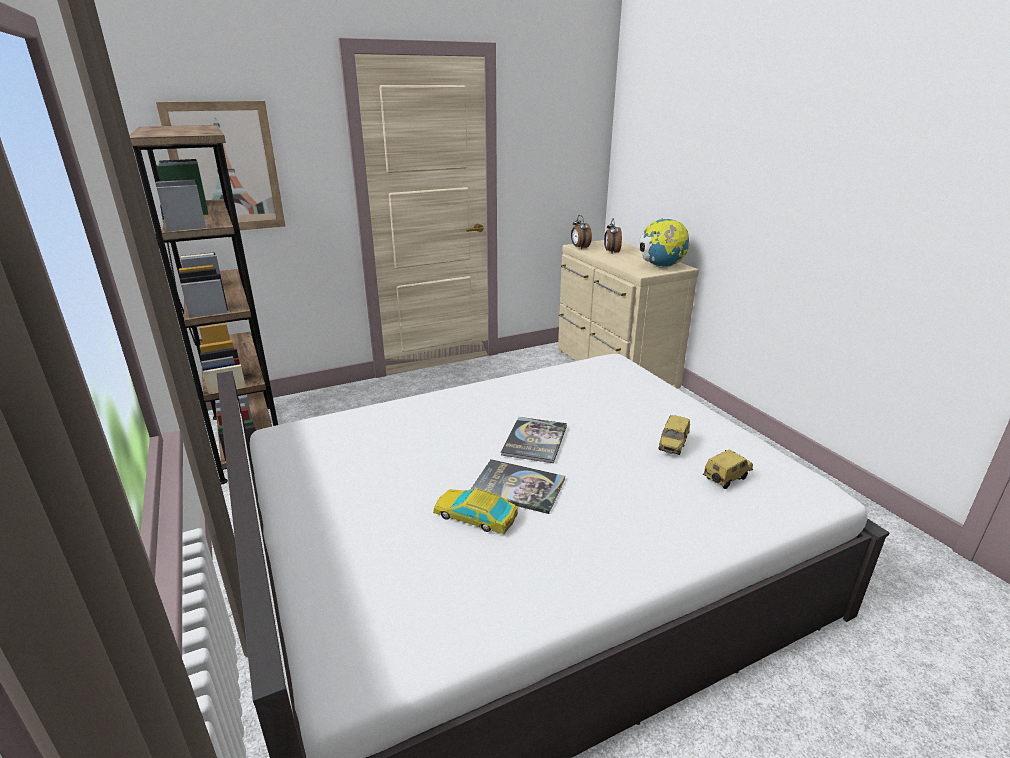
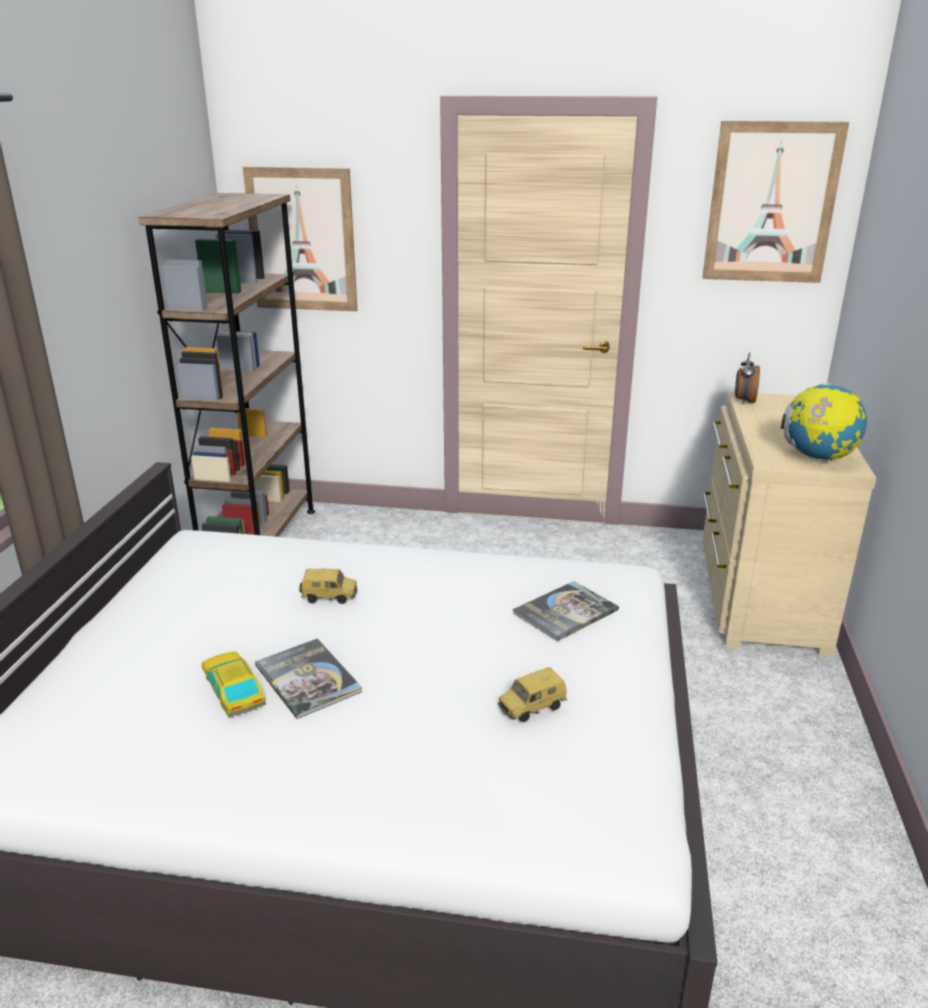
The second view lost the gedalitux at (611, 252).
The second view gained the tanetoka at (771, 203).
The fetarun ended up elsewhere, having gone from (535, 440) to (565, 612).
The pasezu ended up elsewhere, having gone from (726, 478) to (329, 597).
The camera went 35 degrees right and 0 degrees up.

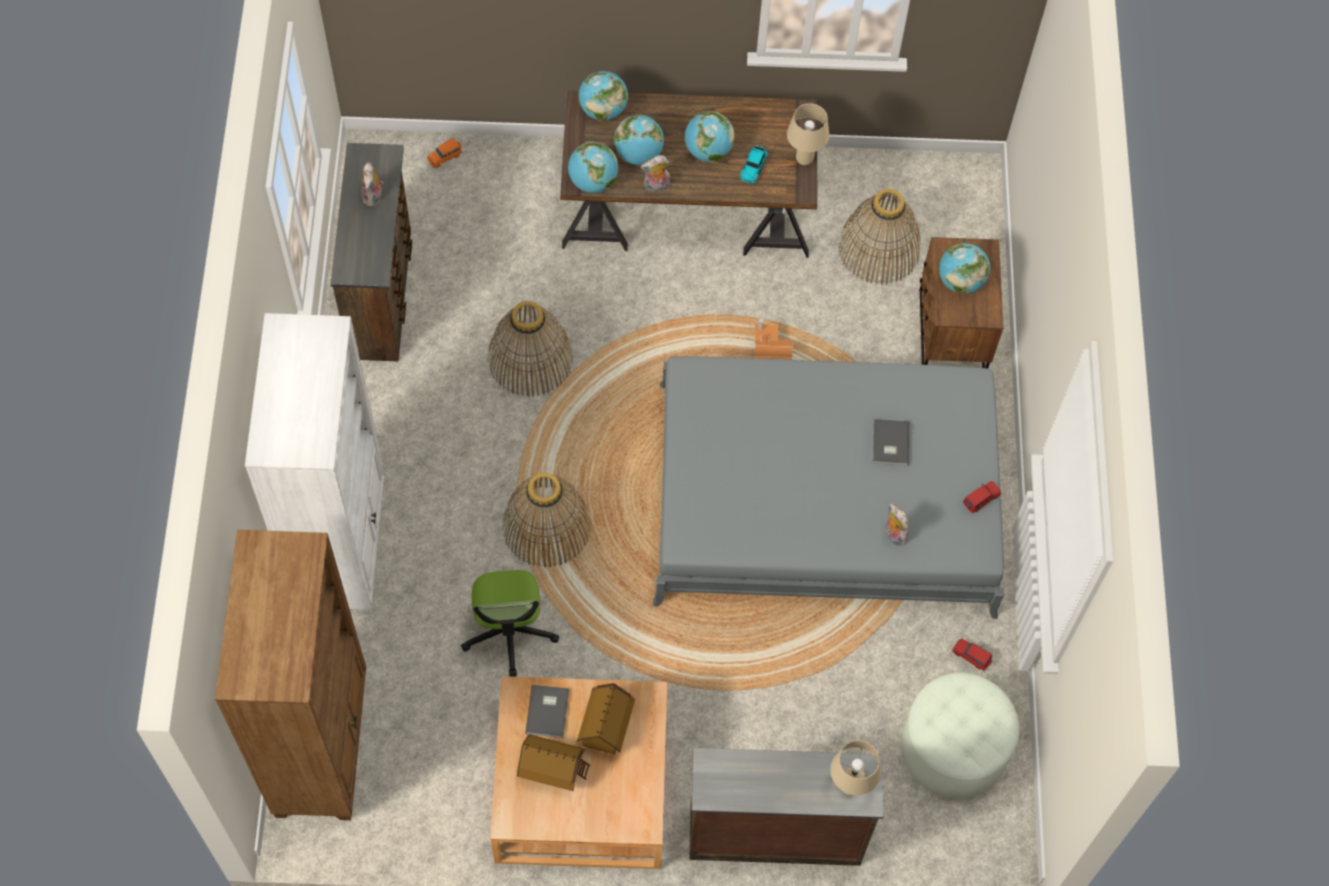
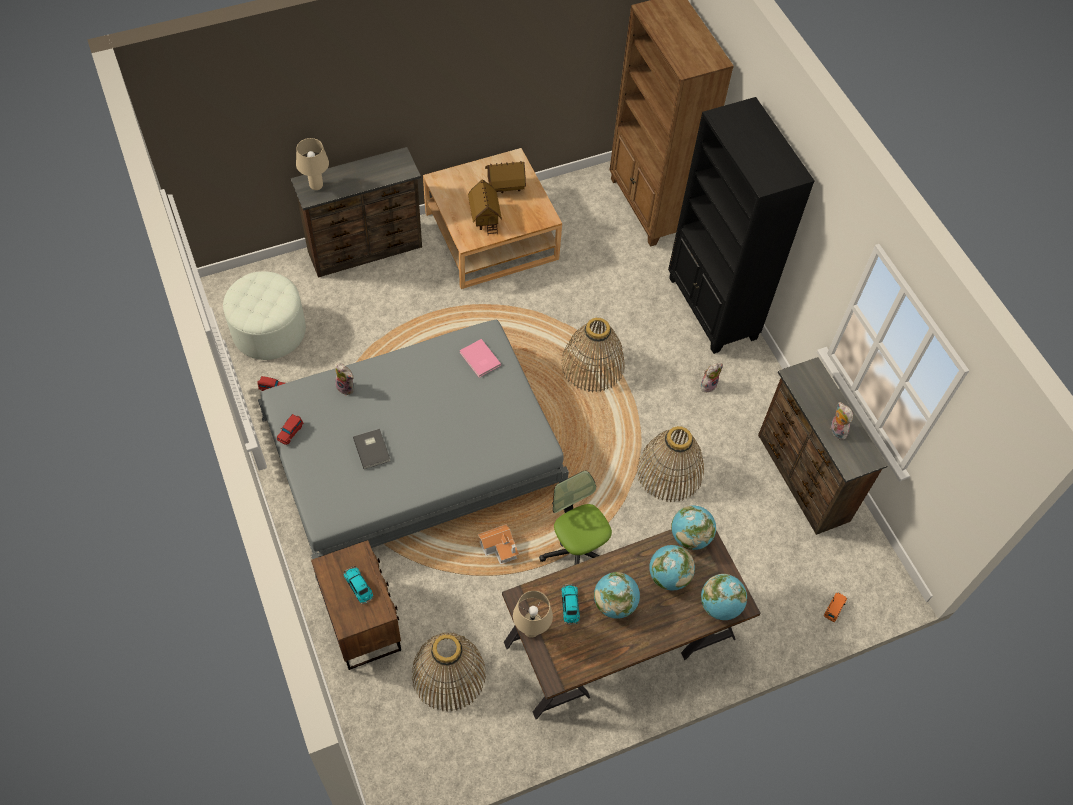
The second view lost the fetarun (grey) at (549, 711).
The second view gained the fetarun (pink) at (479, 359).
The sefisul ended up elsewhere, having gone from (509, 632) to (576, 551).
The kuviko ended up elsewhere, having gone from (656, 186) to (708, 384).
Where the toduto stood at (960, 281), the pasezu came to stand at (359, 586).
What was the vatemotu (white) at (343, 545) turned into the vatemotu (black) at (712, 309).
The camera went 155 degrees right and 5 degrees down.

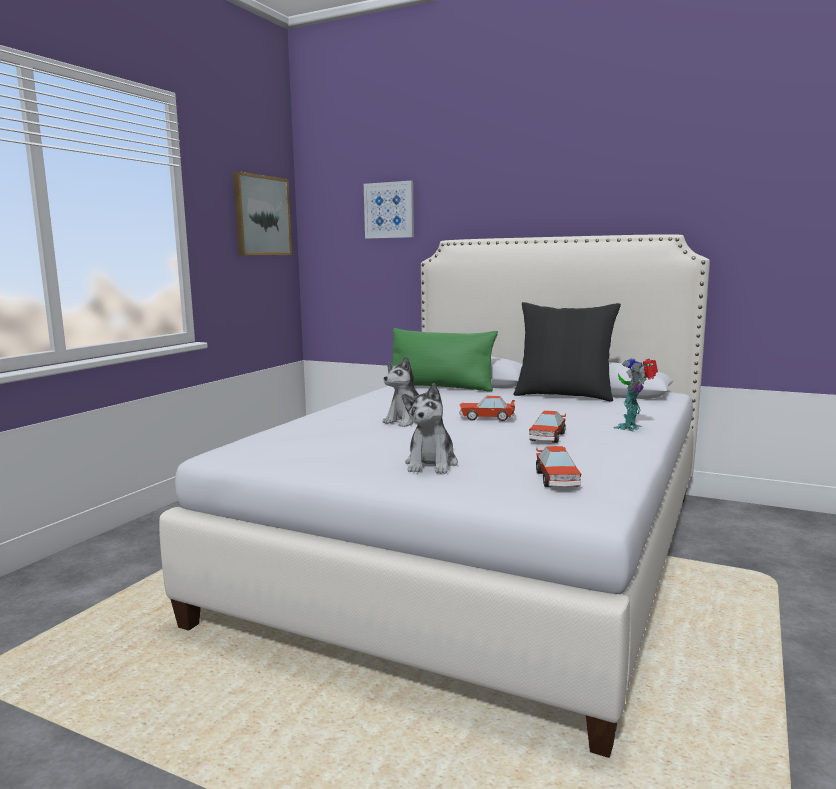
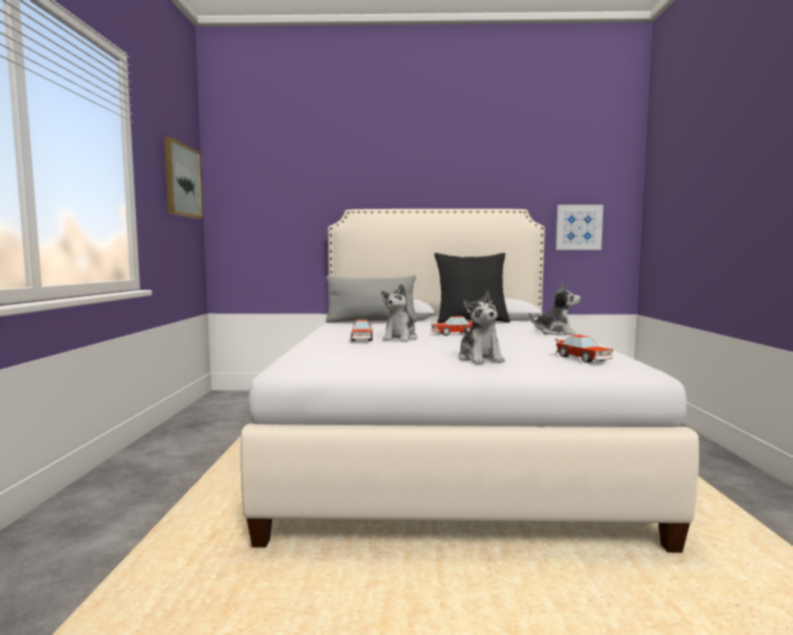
The tanetoka ended up elsewhere, having gone from (389, 210) to (578, 227).
The pasezu ended up elsewhere, having gone from (547, 437) to (362, 339).
Where the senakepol stood at (631, 427), the kuviko came to stand at (555, 333).
What was the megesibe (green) at (440, 387) turned into the megesibe (grey) at (371, 321).
The camera went 25 degrees left and 5 degrees down.

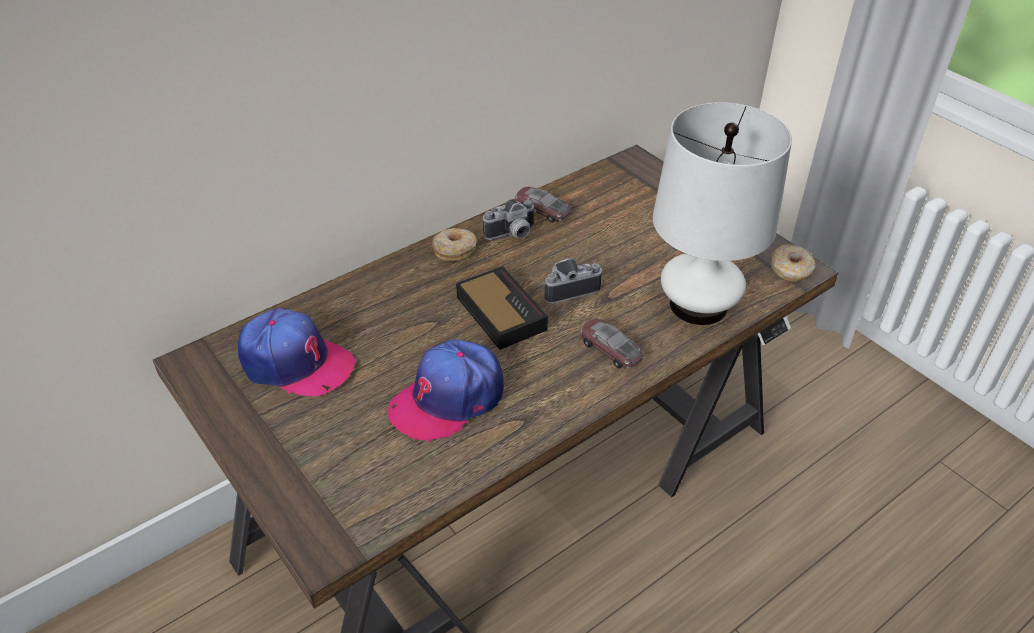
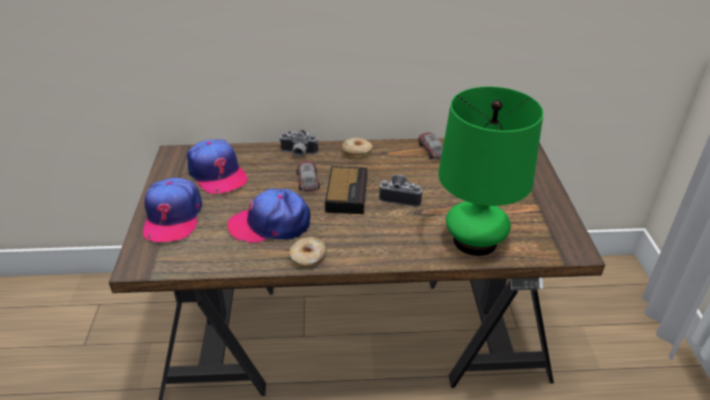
The second view gained the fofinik at (173, 217).
The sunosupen ended up elsewhere, having gone from (512, 235) to (298, 153).
The pasezu ended up elsewhere, having gone from (610, 349) to (308, 180).
The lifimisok ended up elsewhere, having gone from (791, 269) to (308, 257).
What was the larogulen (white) at (698, 305) turned into the larogulen (green) at (474, 241).
The camera went 35 degrees right and 5 degrees down.

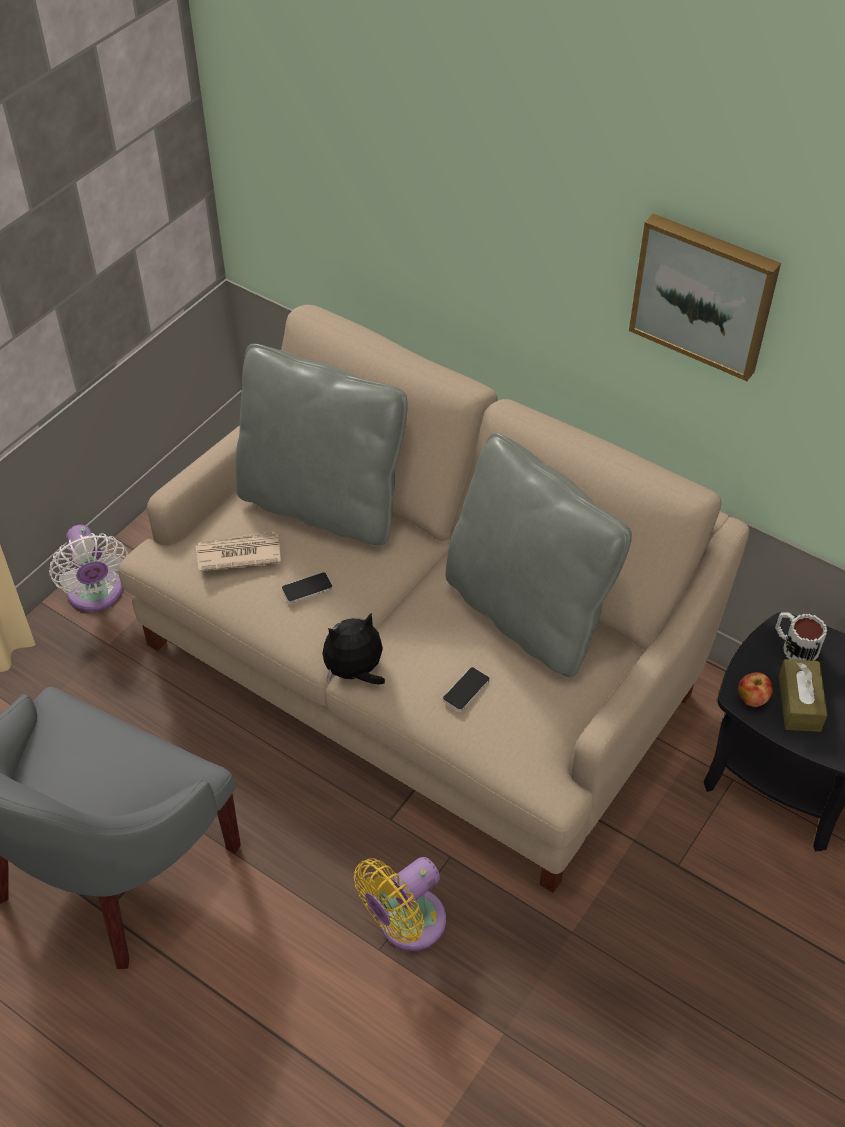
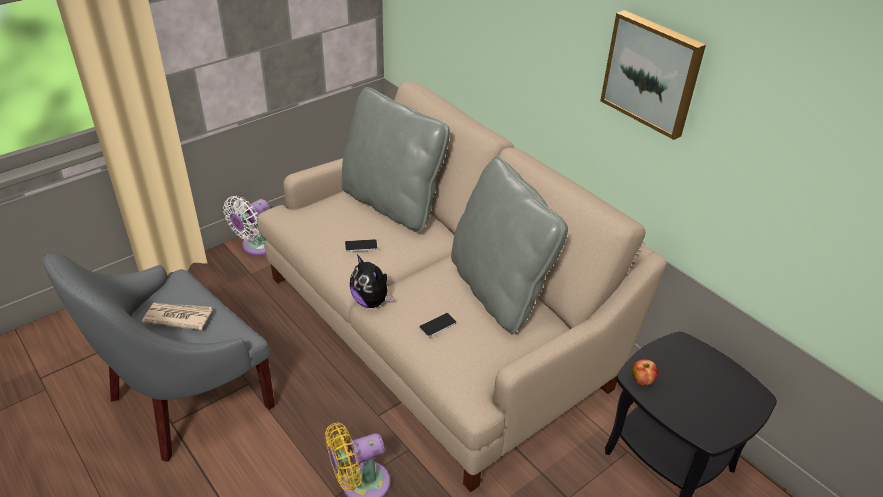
The second view lost the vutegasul at (794, 646).
The second view lost the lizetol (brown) at (799, 703).
The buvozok ended up elsewhere, having gone from (238, 554) to (178, 317).
The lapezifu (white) at (96, 595) ended up facing another way, 45 degrees clockwise from before.
The kuviko at (355, 672) ended up facing another way, 120 degrees counterclockwise from before.
The camera went 15 degrees right and 10 degrees down.

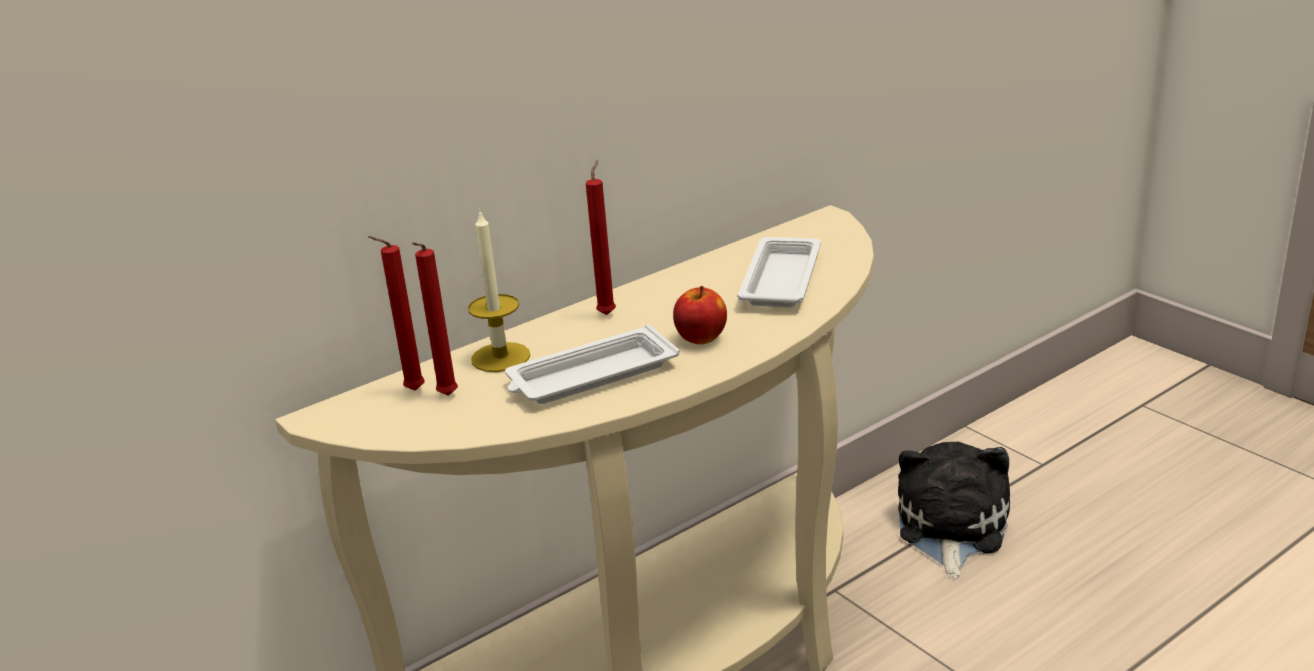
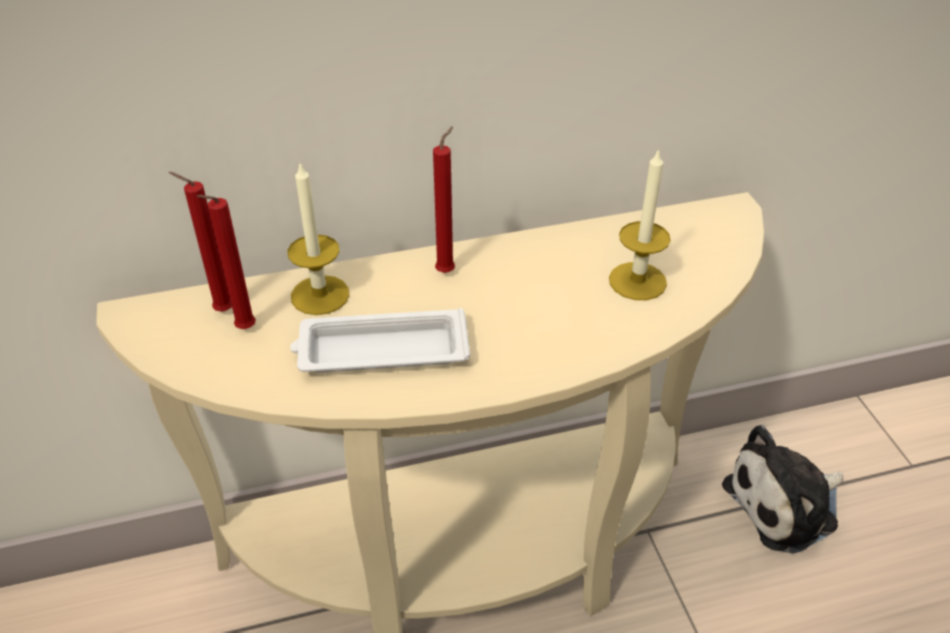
The second view lost the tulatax at (701, 338).
Where the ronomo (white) stood at (781, 279), the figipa came to stand at (637, 281).
The kuviko at (950, 528) ended up facing another way, 150 degrees counterclockwise from before.
The camera went 20 degrees right and 15 degrees up.

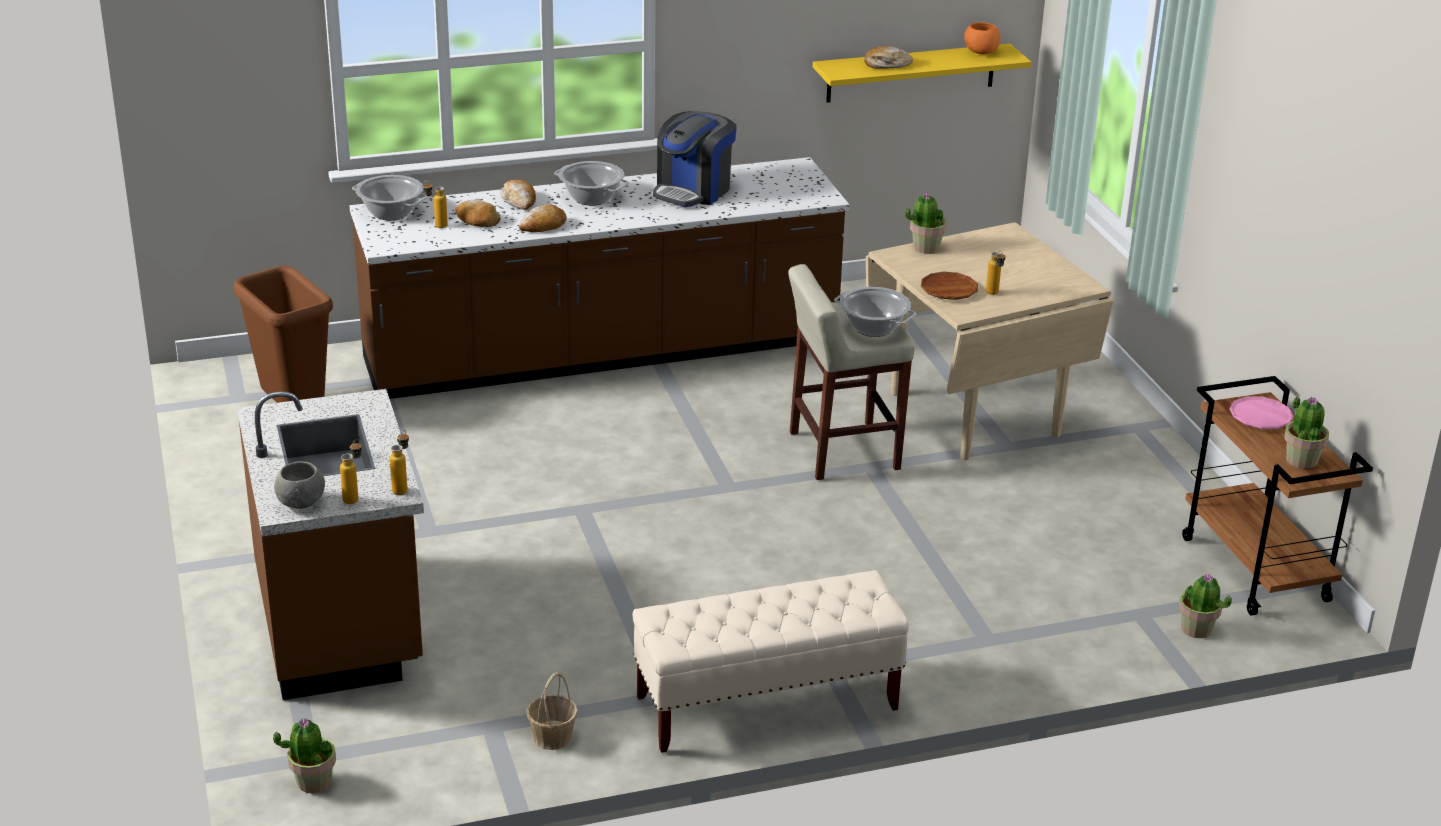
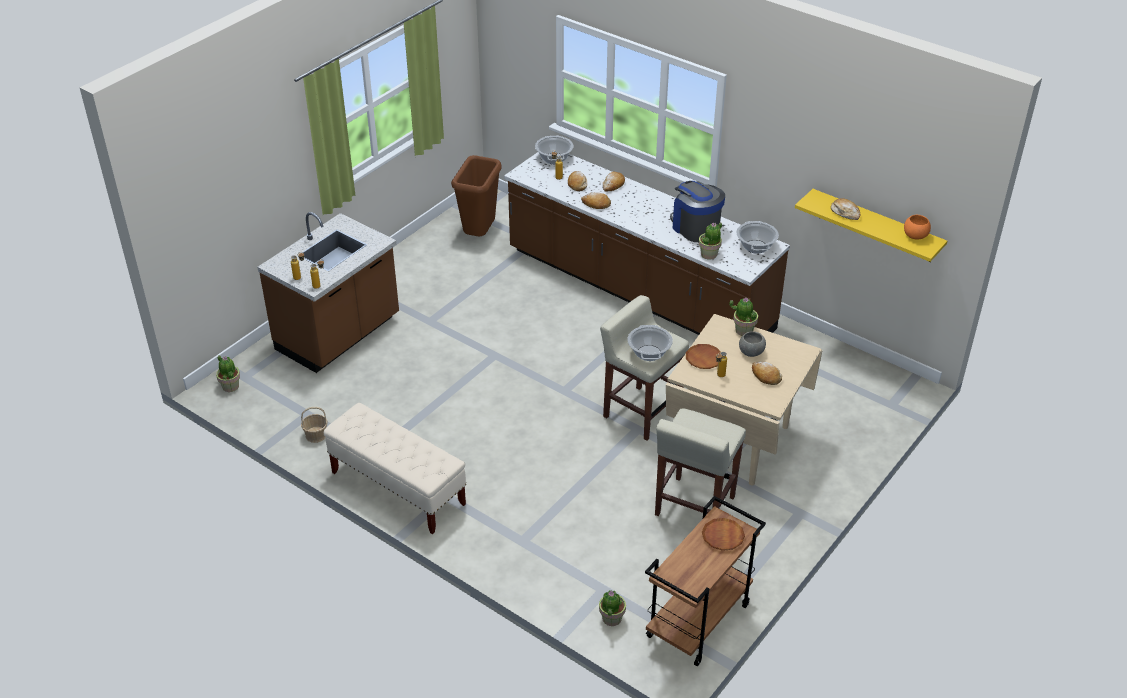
The second view gained the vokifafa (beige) at (694, 507).
The second view gained the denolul at (765, 376).
The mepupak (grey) ended up elsewhere, having gone from (302, 502) to (751, 352).
The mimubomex ended up elsewhere, having gone from (592, 198) to (756, 247).
The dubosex ended up elsewhere, having gone from (1301, 460) to (709, 254).
What was the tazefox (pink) at (1260, 417) turned into the tazefox (brown) at (722, 536).
The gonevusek at (693, 190) ended up facing another way, 60 degrees clockwise from before.
The camera went 55 degrees right and 10 degrees up.

